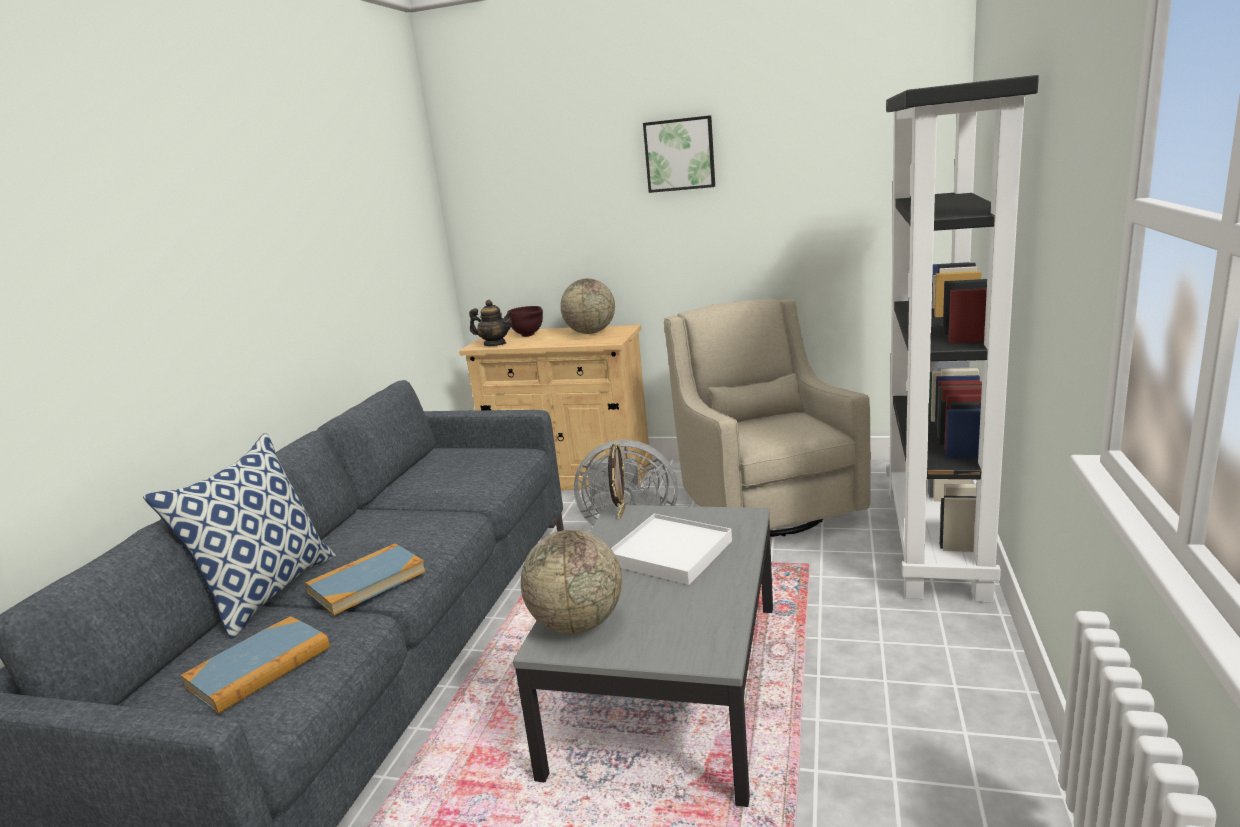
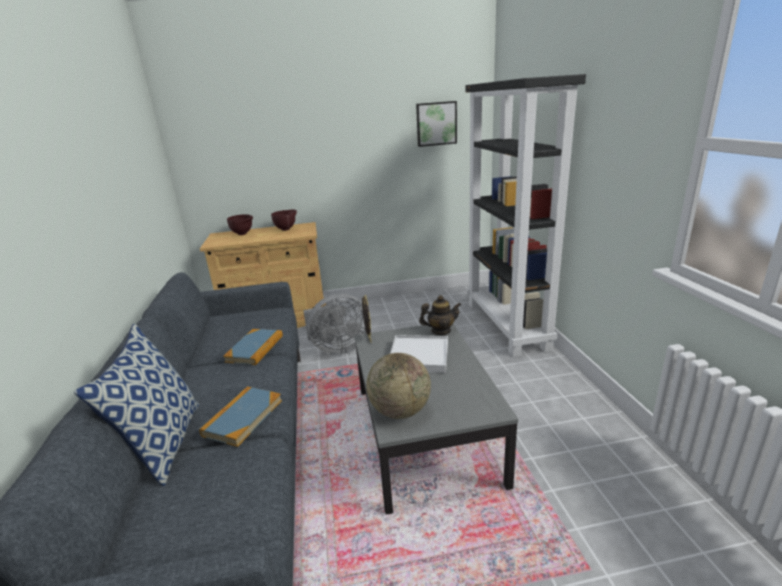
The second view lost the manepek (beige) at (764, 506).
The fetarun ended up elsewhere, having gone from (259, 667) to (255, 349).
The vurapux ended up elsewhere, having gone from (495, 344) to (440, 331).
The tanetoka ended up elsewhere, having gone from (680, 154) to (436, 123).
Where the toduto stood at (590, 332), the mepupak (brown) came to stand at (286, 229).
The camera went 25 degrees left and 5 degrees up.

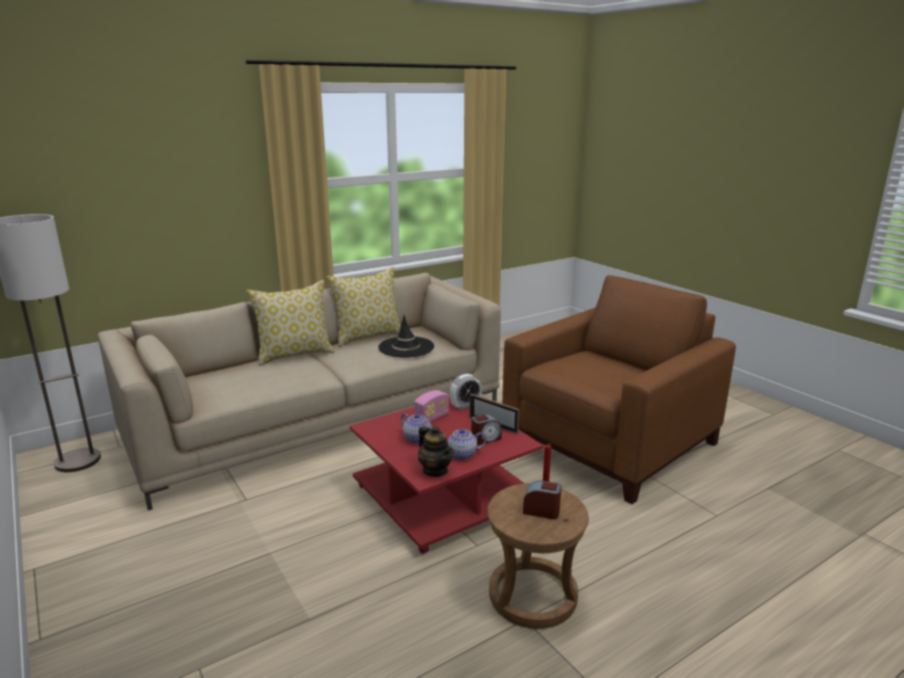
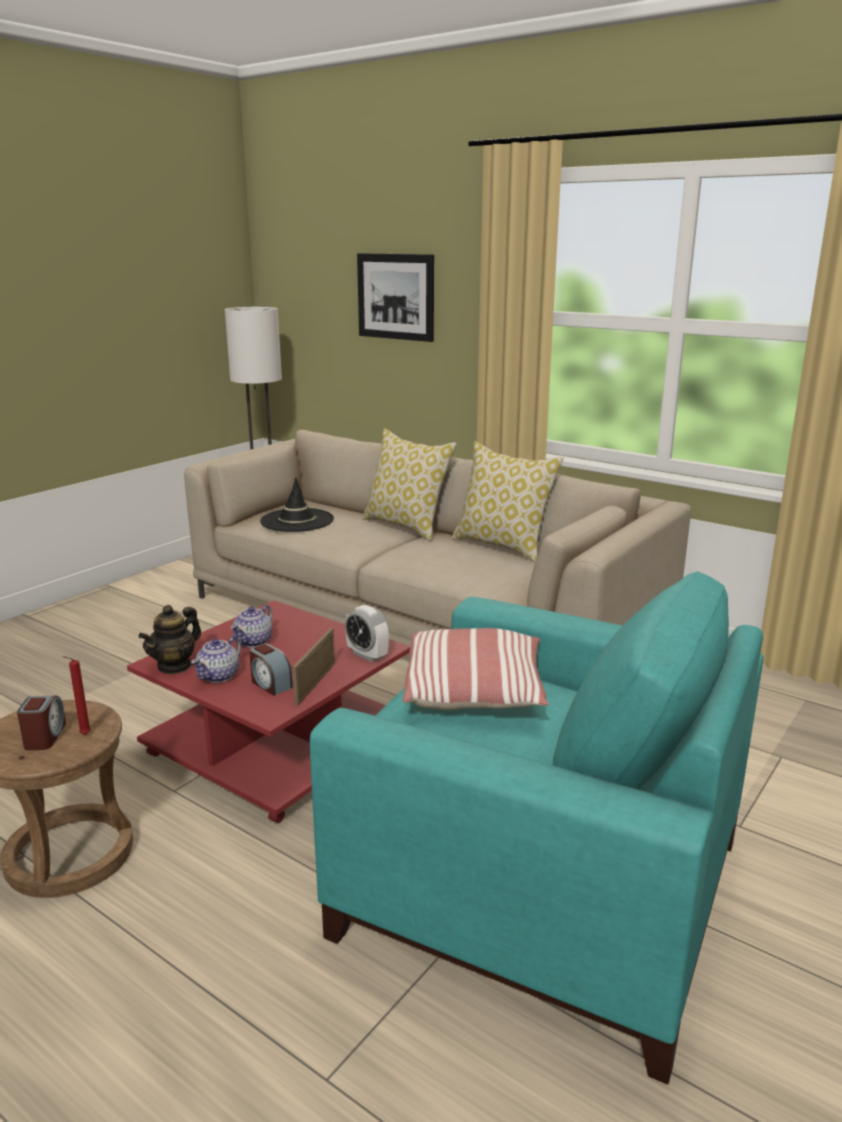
The second view lost the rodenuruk at (431, 418).
The second view gained the tanetoka at (395, 296).
The second view gained the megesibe at (475, 691).
The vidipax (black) ended up elsewhere, having gone from (406, 347) to (297, 521).
What was the manepek (brown) at (608, 442) turned into the manepek (turquoise) at (536, 886).
The vurapux at (462, 455) ended up facing another way, 120 degrees counterclockwise from before.
The camera went 70 degrees right and 0 degrees up.

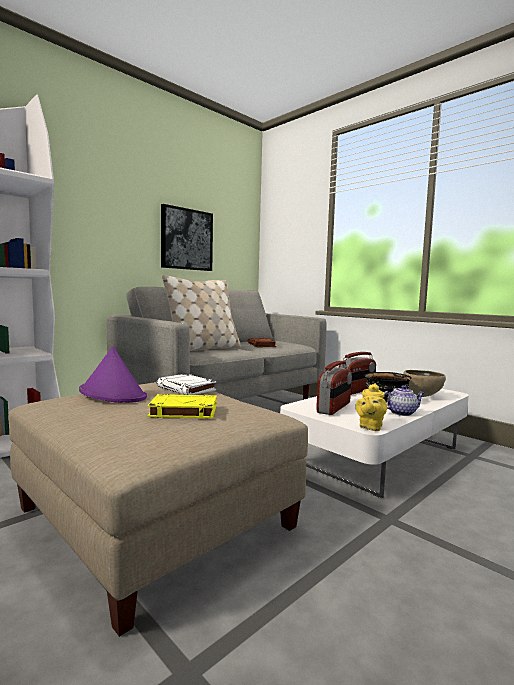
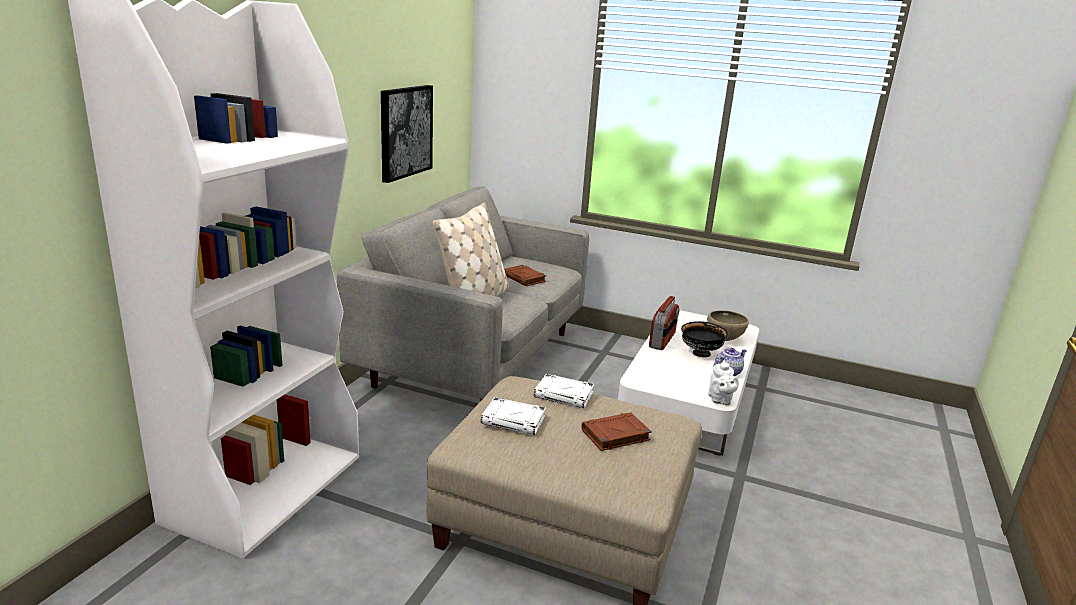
The second view lost the rodenuruk at (334, 408).
Where the vidipax (purple) stood at (112, 394), the fetarun (white) came to stand at (514, 420).
What was the fetarun (yellow) at (183, 411) turned into the fetarun (brown) at (615, 435).
What was the vurapux (yellow) at (370, 427) turned into the vurapux (white) at (720, 400).
The camera went 25 degrees left and 15 degrees up.

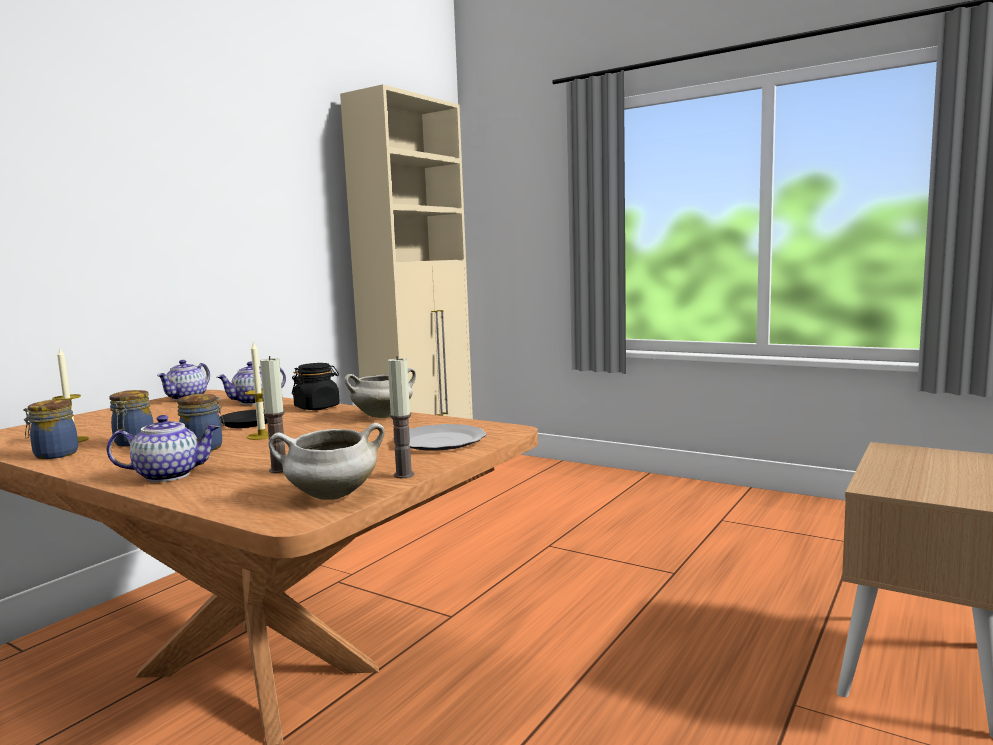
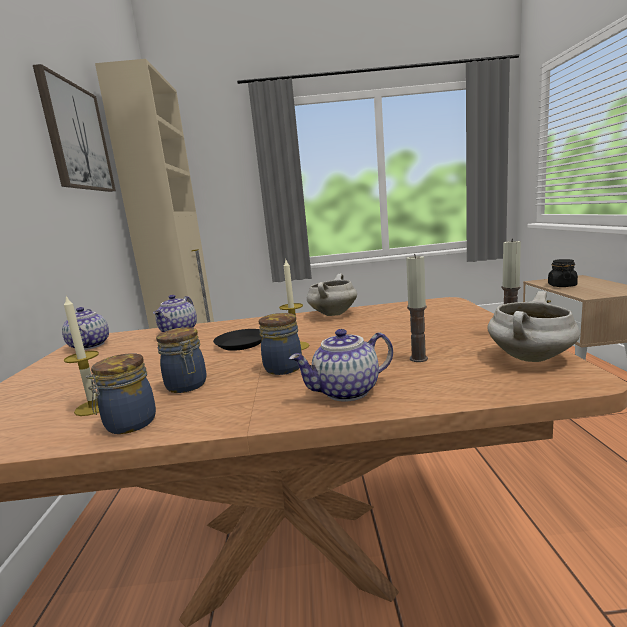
The second view lost the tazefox at (439, 441).
The second view gained the tanetoka at (76, 137).
The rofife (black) ended up elsewhere, having gone from (317, 407) to (561, 285).
The vurapux at (169, 475) ended up facing another way, 150 degrees counterclockwise from before.
The camera went 35 degrees left and 5 degrees up.

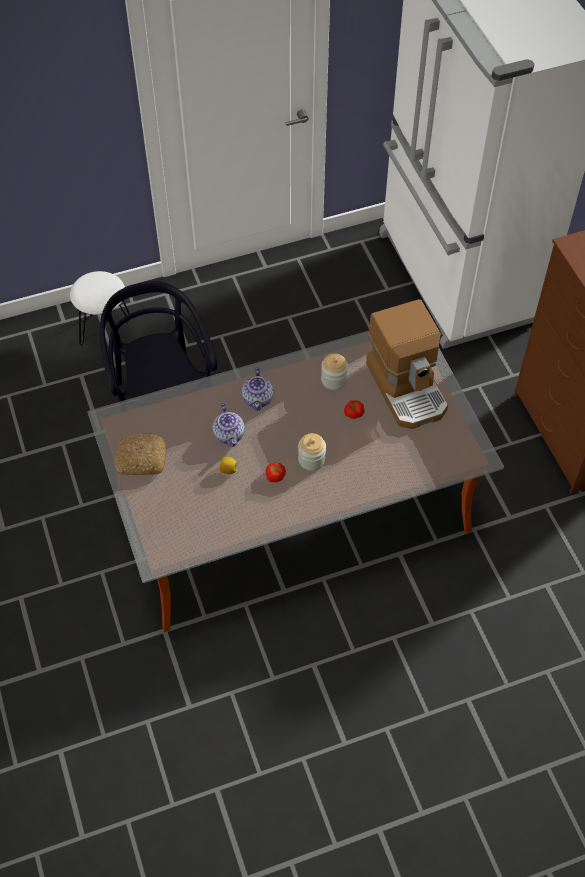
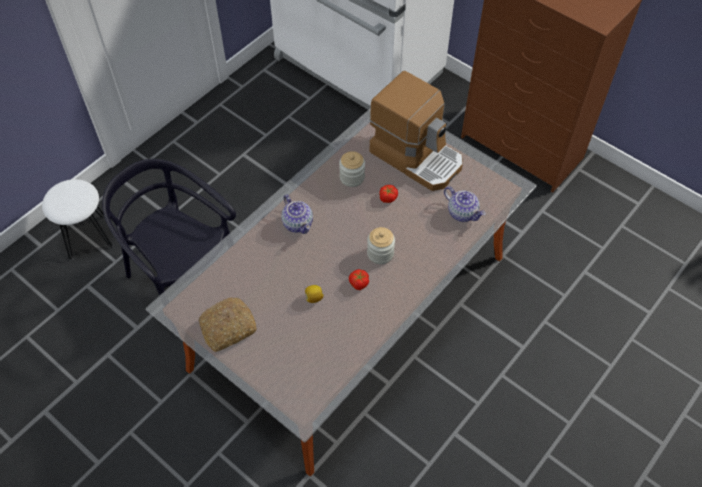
The vurapux ended up elsewhere, having gone from (229, 435) to (463, 213).
The camera went 30 degrees left and 0 degrees up.

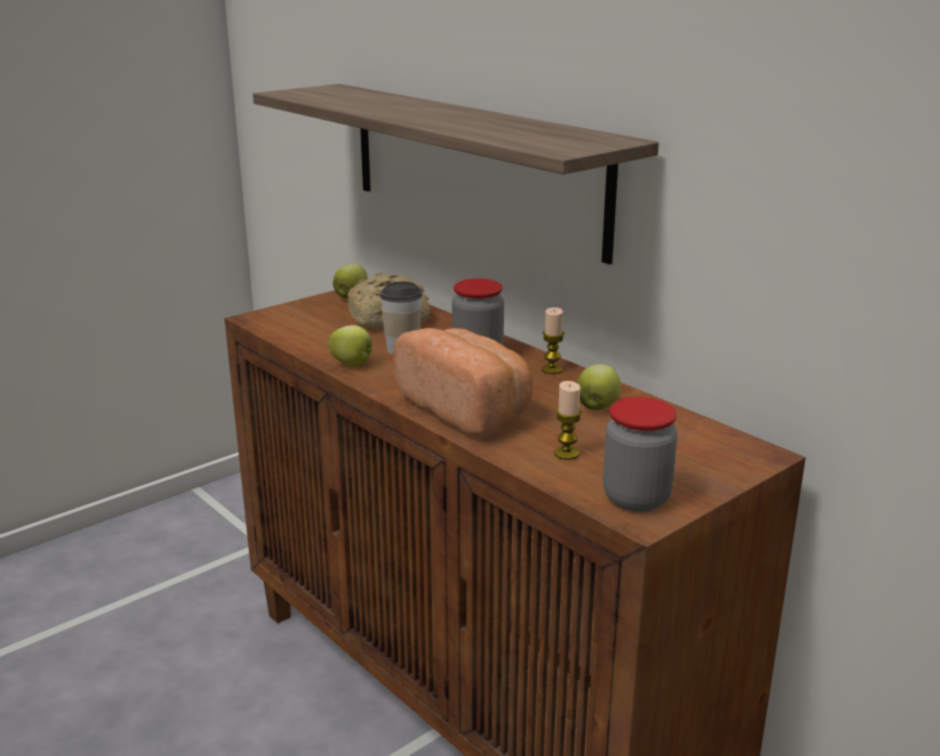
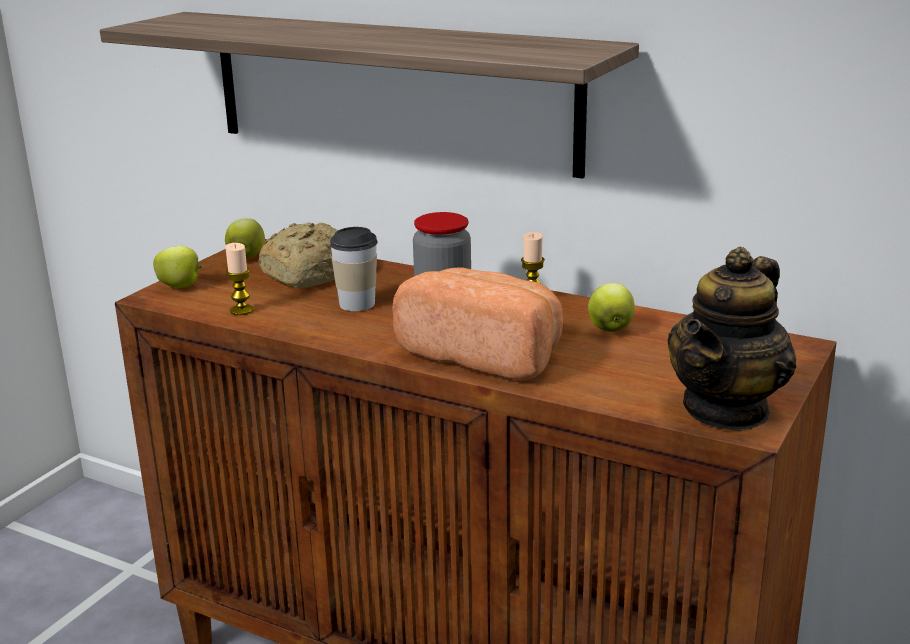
The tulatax ended up elsewhere, having gone from (353, 364) to (181, 286).
The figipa ended up elsewhere, having gone from (566, 453) to (241, 310).
Where the rofife stood at (636, 498), the vurapux came to stand at (727, 409).
The camera went 20 degrees left and 0 degrees up.

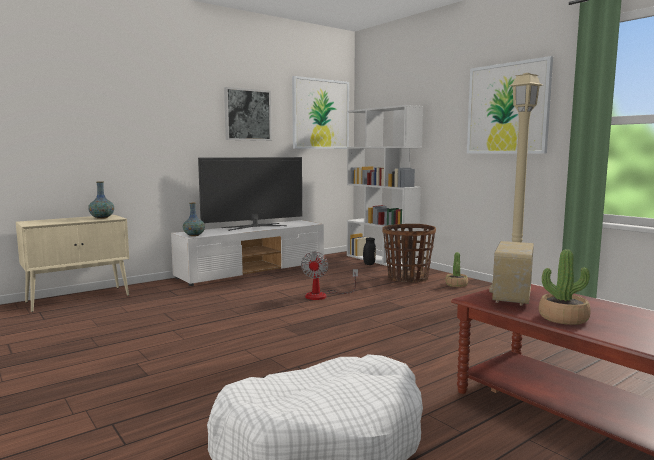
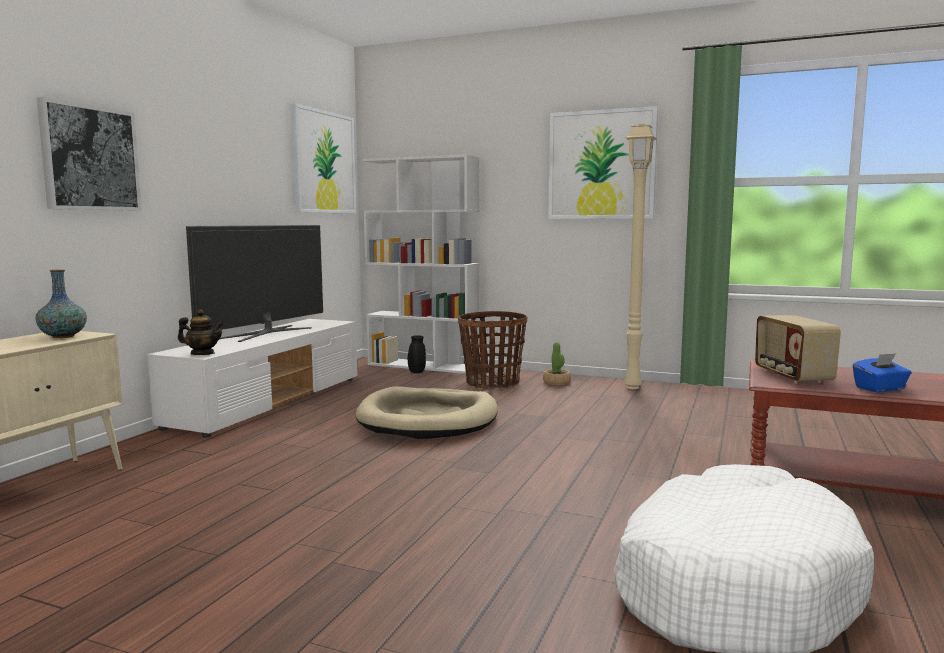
The tanetoka ended up elsewhere, having gone from (247, 115) to (90, 158).
Where the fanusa stood at (194, 235), the vurapux came to stand at (202, 354).
Where the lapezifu stood at (323, 295), the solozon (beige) came to stand at (428, 419).
Where the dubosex stood at (563, 318), the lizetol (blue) came to stand at (880, 388).
The camera went 30 degrees left and 0 degrees up.

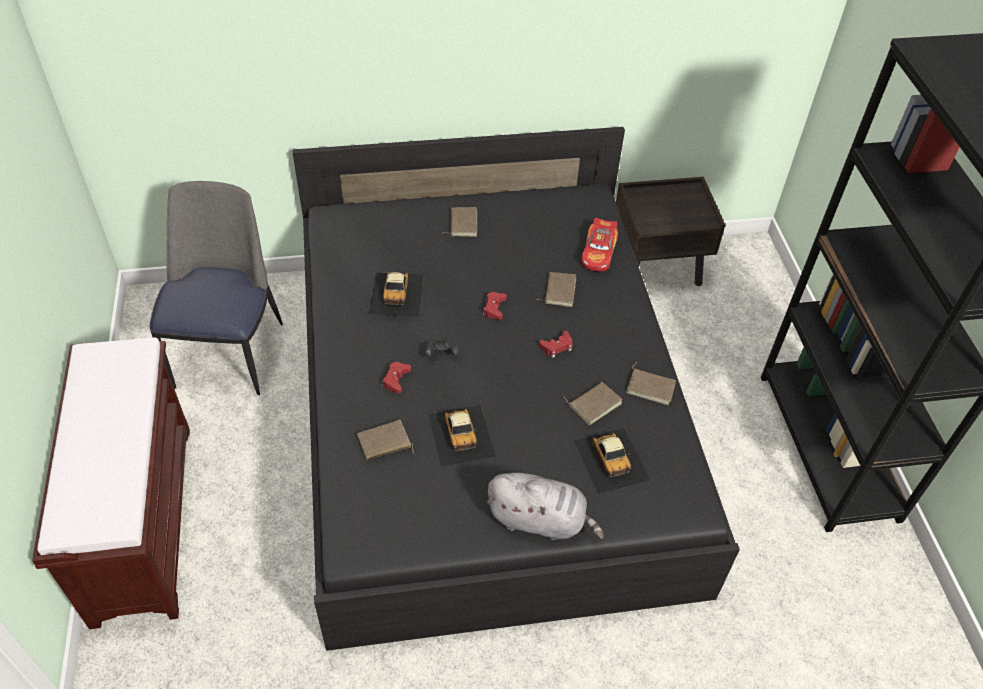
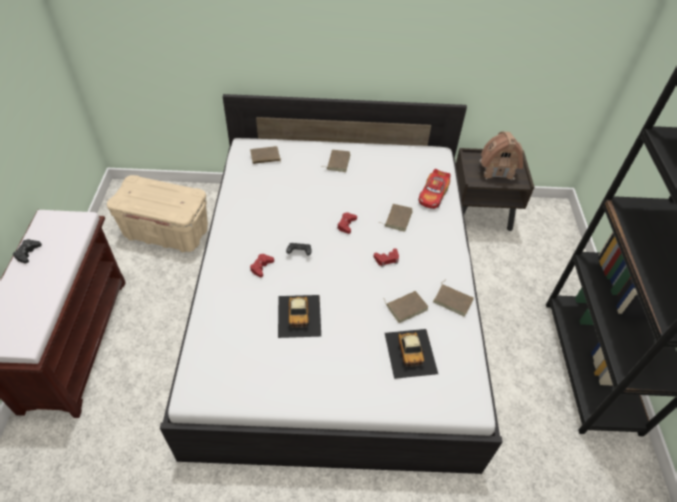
The second view lost the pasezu at (397, 293).
The second view lost the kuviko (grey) at (540, 520).
The second view gained the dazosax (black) at (28, 253).
The second view gained the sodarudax at (496, 169).
The fetarun (brown) ended up elsewhere, having gone from (384, 443) to (265, 157).
Where the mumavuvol stood at (230, 352), the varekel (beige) came to stand at (167, 232).
What was the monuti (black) at (487, 416) turned into the monuti (white) at (335, 303).
The camera went 10 degrees right and 0 degrees up.

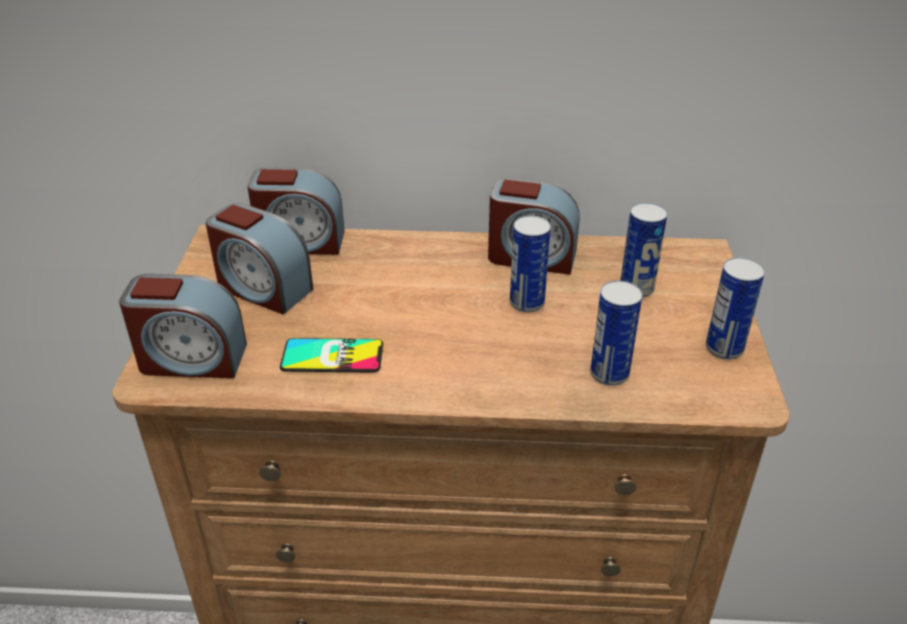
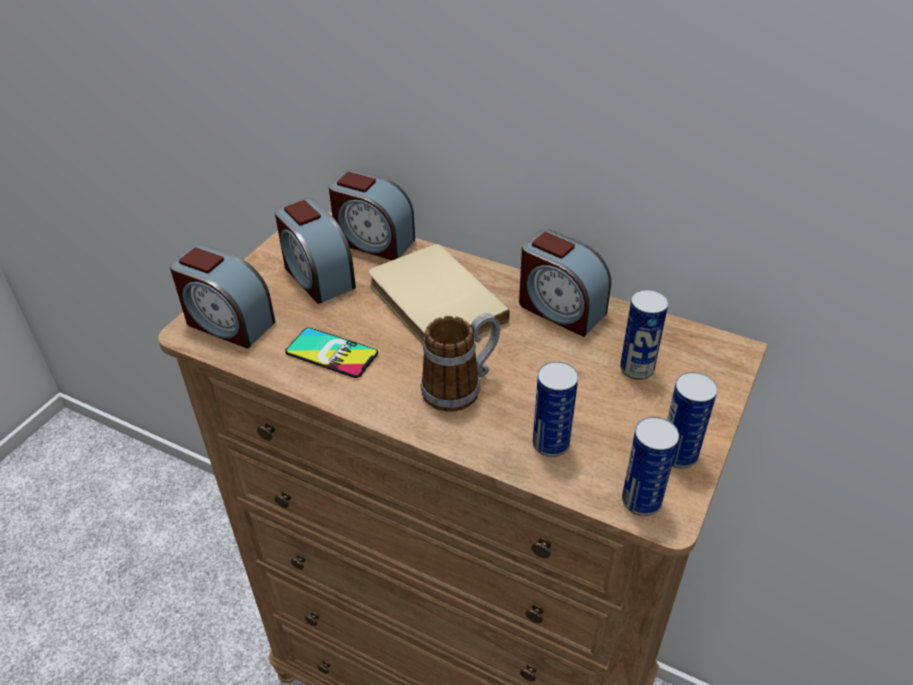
The second view gained the fetarun (beige) at (432, 303).
The second view gained the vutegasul at (461, 387).
The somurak ended up elsewhere, having gone from (527, 303) to (641, 501).
The camera went 25 degrees right and 5 degrees up.

